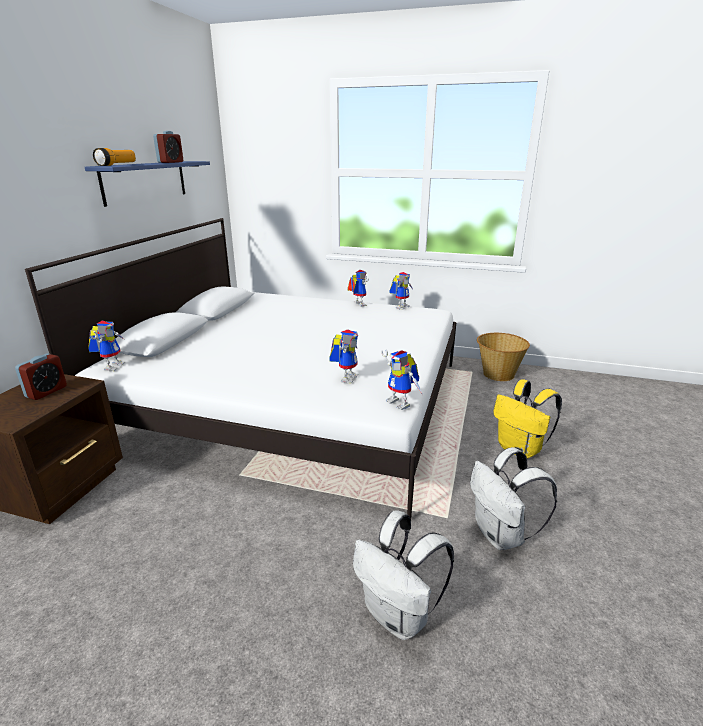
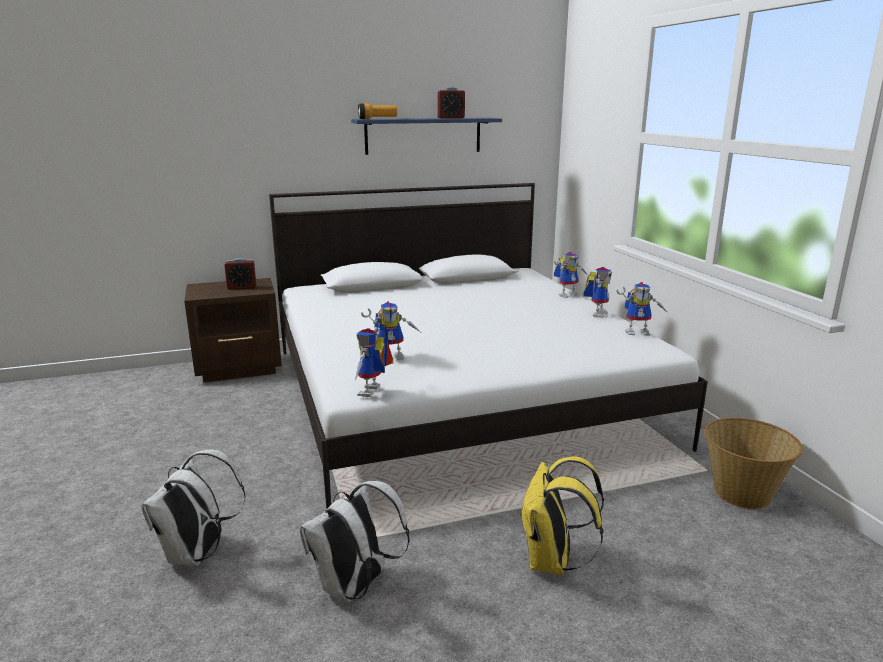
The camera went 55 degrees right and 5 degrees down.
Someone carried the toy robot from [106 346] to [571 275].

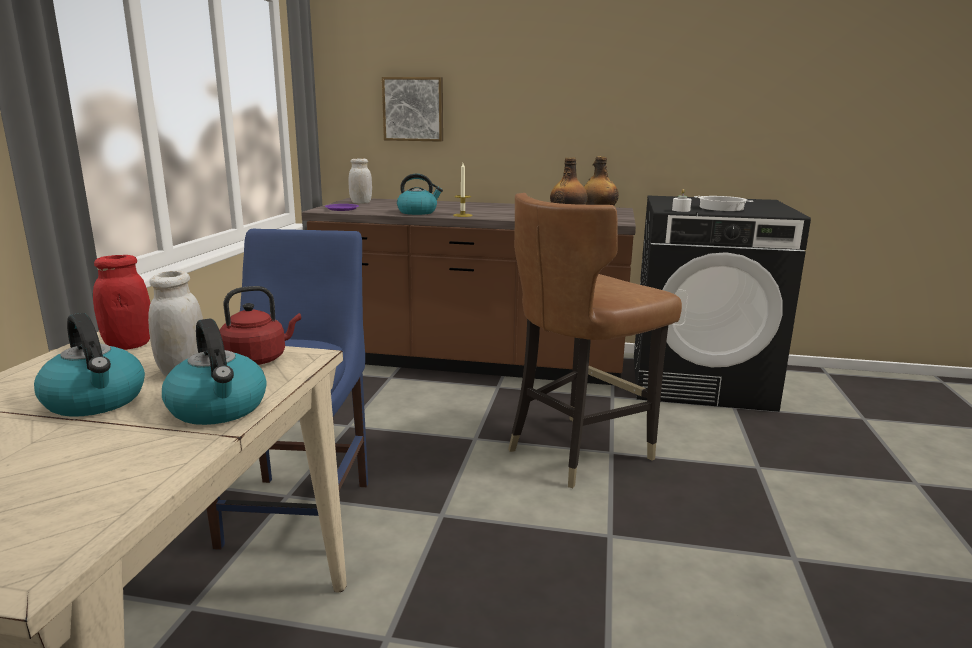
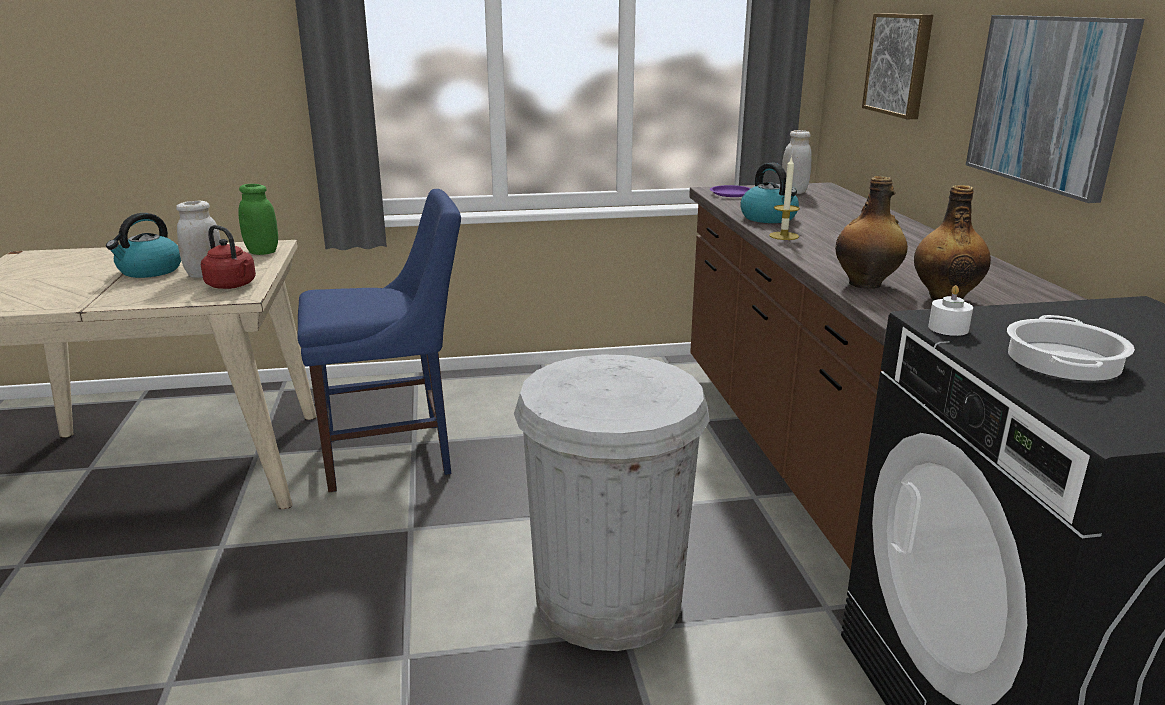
The camera went 70 degrees right and 5 degrees up.
Someone repainted the red jar at [121 302], which became the green jar at [258 219].
Someone took away the kettle at [214 372].
Someone swapped the brown chair at [595 340] for the white trash can at [612 502].
Someone put up the picture at [1055 109].

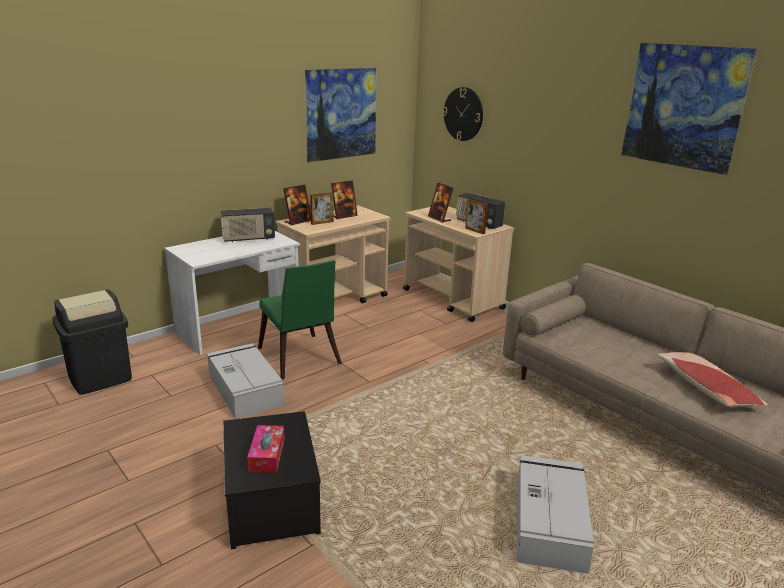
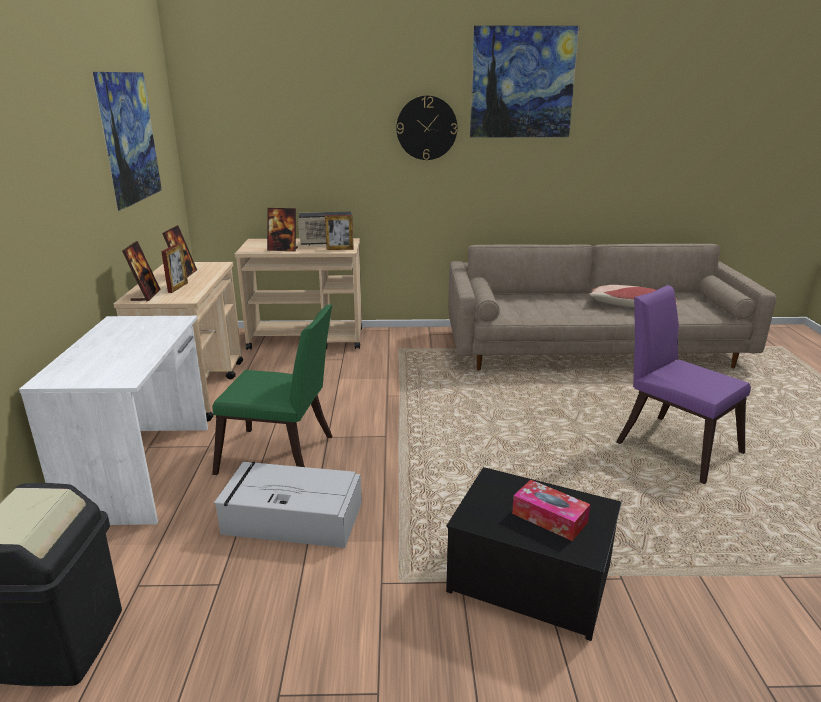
The camera went 50 degrees left and 0 degrees up.
Someone took away the radio at [248 225].
Someone carried the wall clock from [463 114] to [426 128].
Someone swapped the grey storage box at [555 514] for the purple chair at [683 384].

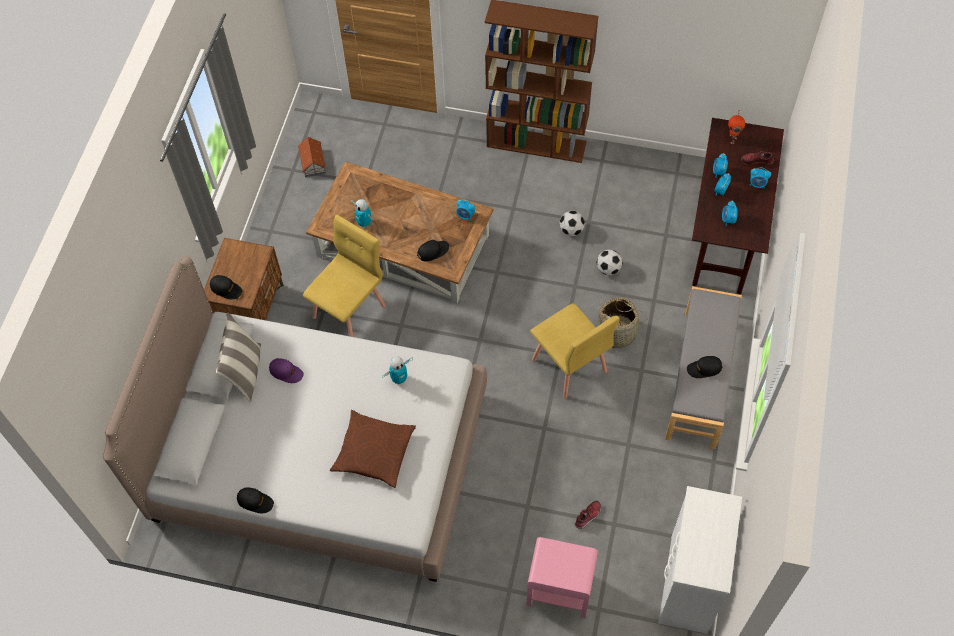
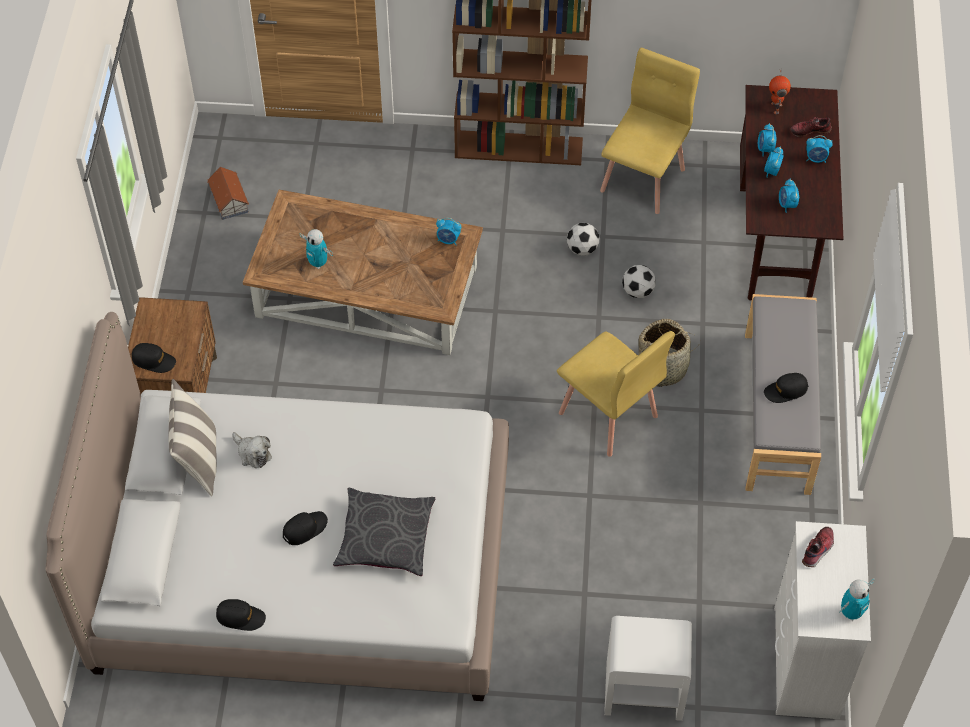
The camera went 10 degrees left and 5 degrees down.
Someone swapped the purple cap at [286 370] for the plush toy at [252 450].
Someone carried the yellow chair from [344 276] to [650 131].
Someone repainted the brown pillow at [373 449], which became the grey pillow at [384 532].
Someone carried the toy robot from [397 370] to [857 600].
Someone carried the black cap from [433 251] to [305 528].
Someone repainted the pink nightstand at [562 577], which became the white nightstand at [648 668].
Someone carried the shoe from [588 515] to [818 547].

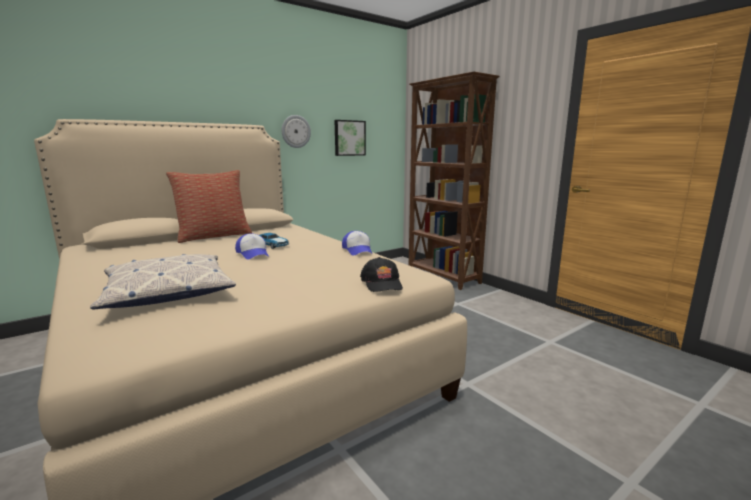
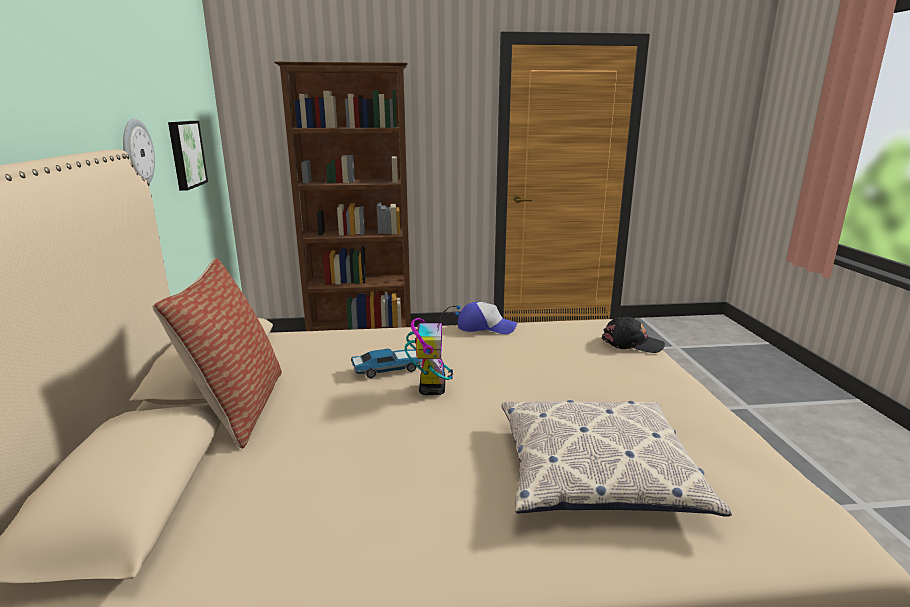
The camera went 60 degrees left and 5 degrees up.
Someone swapped the cap at [252 246] for the toy robot at [433 350].

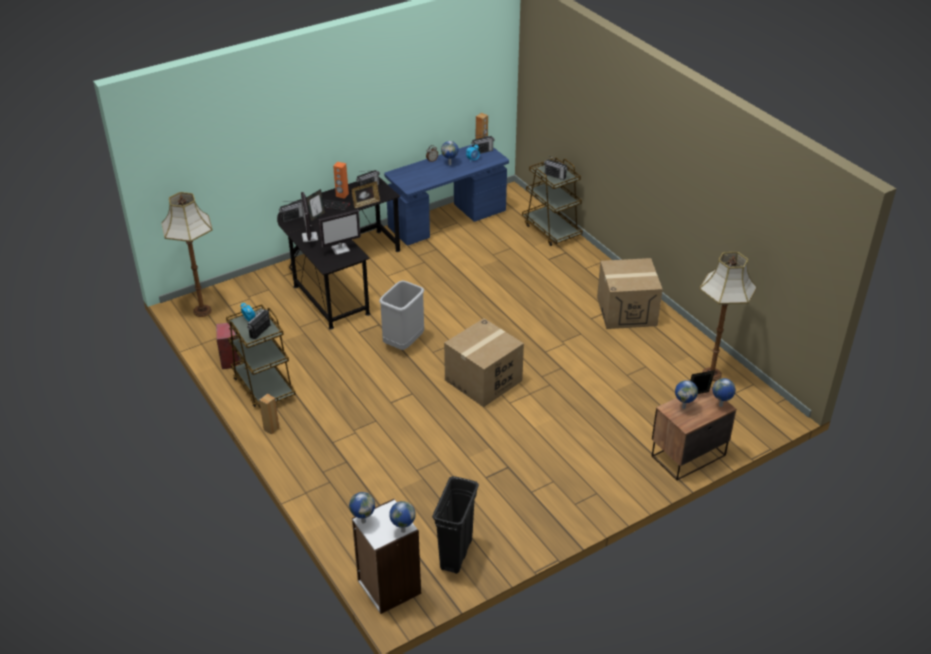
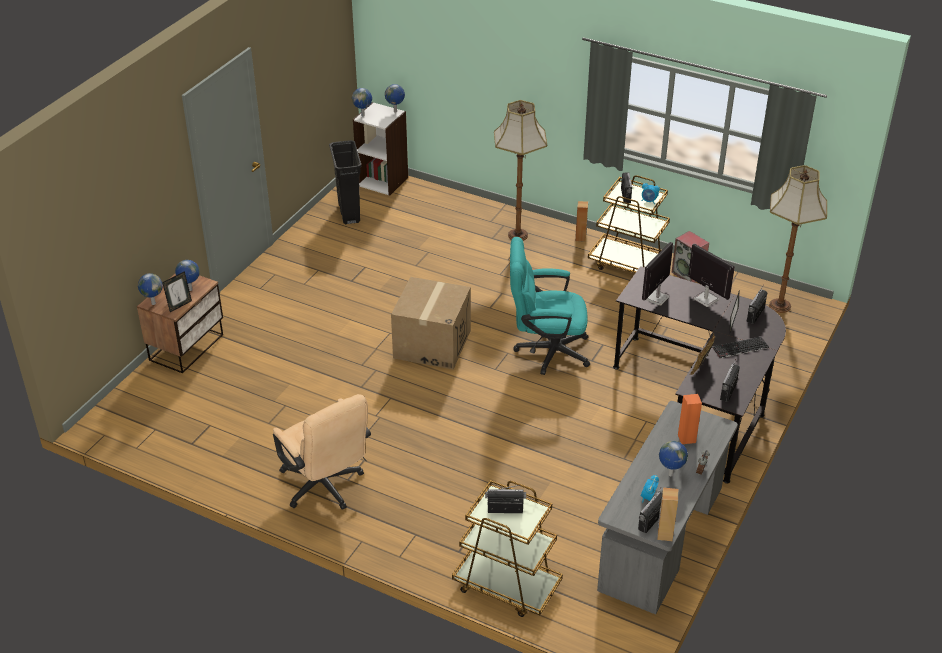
The camera went 150 degrees right and 0 degrees up.
Someone carried the orange speaker from [341 180] to [690 419].
Someone swapped the grey trash can at [401 315] for the turquoise office chair at [550 306].
Someone repainted the blue desk at [446 195], which became the grey desk at [667 507].
Someone swapped the cardboard box at [630 293] for the beige office chair at [322 452].
Someone carried the floor lamp from [728 316] to [520 170].

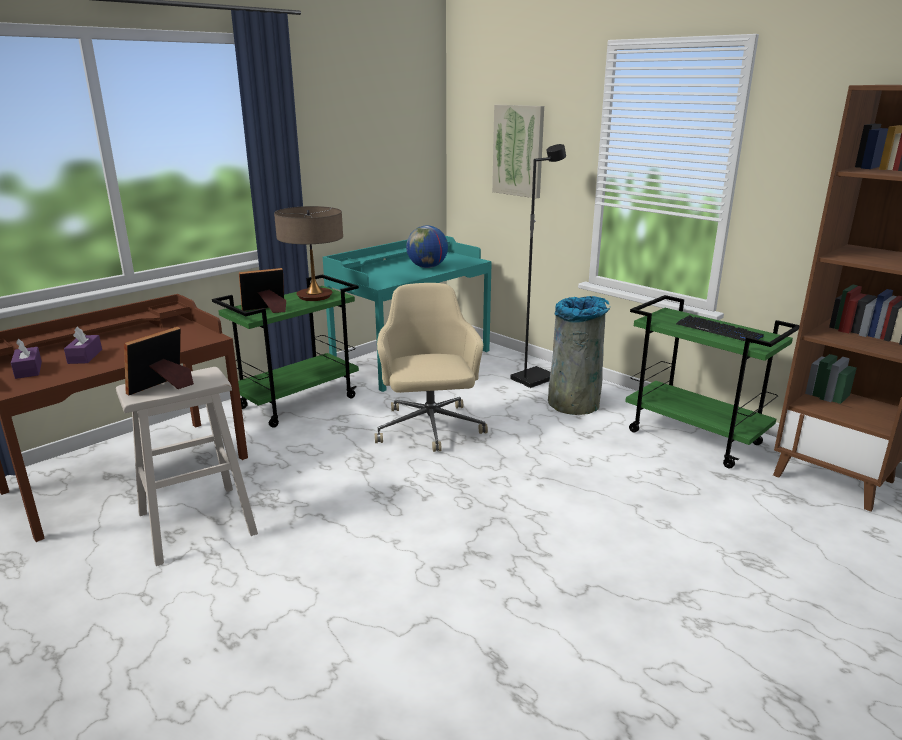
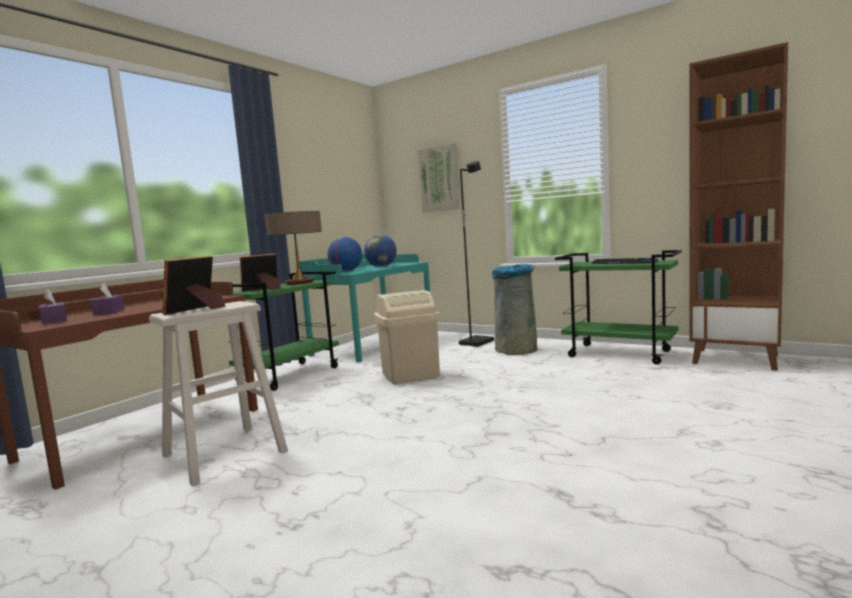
The camera went 10 degrees left and 15 degrees down.
Someone swapped the beige office chair at [431 367] for the beige trash can at [407 337].
Someone put down the globe at [345 254].

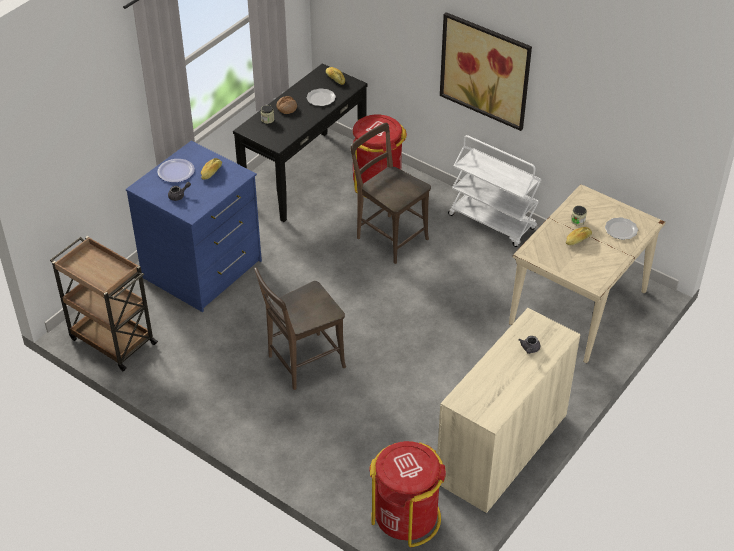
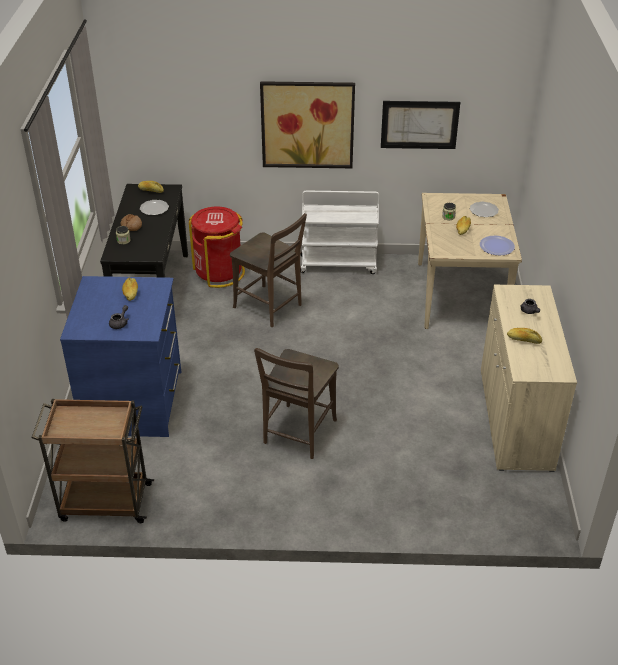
The camera went 35 degrees left and 5 degrees down.
Someone carried the plate from [176 171] to [497 245].
Someone rotated the brown chair at [391 193] by 150 degrees counterclockwise.
Someone took away the red trash can at [407 494].
Someone put up the picture at [420 125].
Someone put down the bread at [524 336].

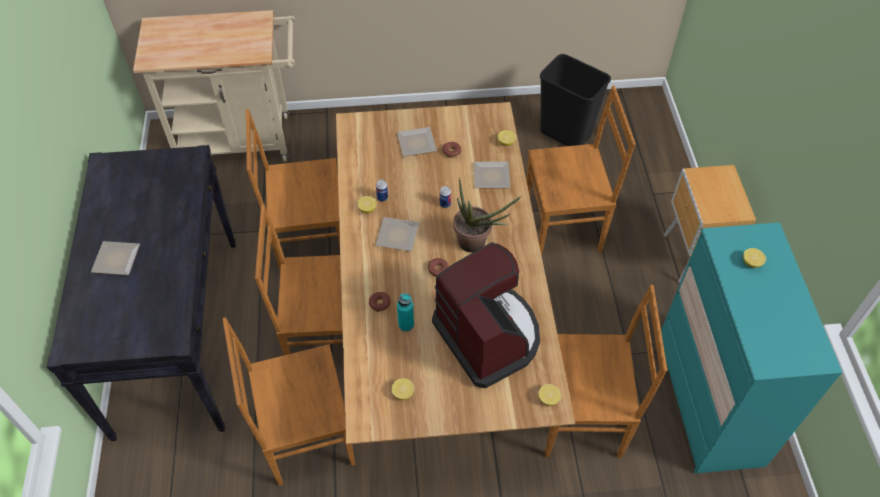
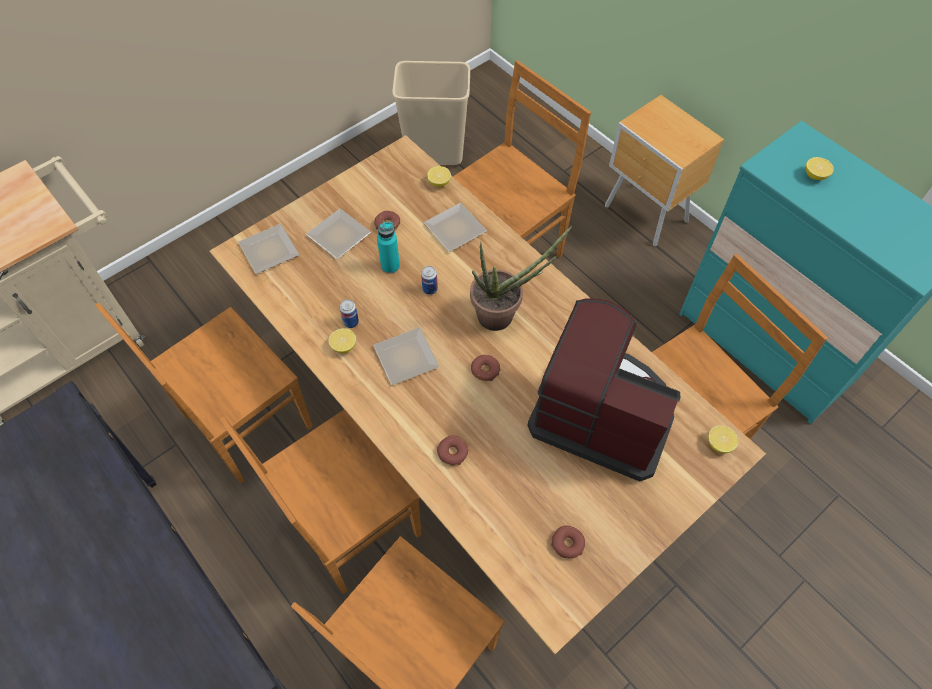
The camera went 35 degrees left and 5 degrees up.
Someone carried the plate from [115 258] to [269 249].
Someone swapped the lemon at [403 389] for the donut at [568 542].
Someone carried the turquoise bottle from [405 312] to [388 247].
Someone repainted the black trash can at [575 100], which became the beige trash can at [431 113].

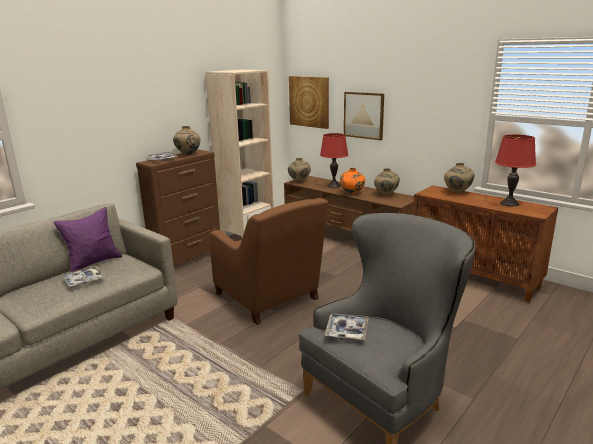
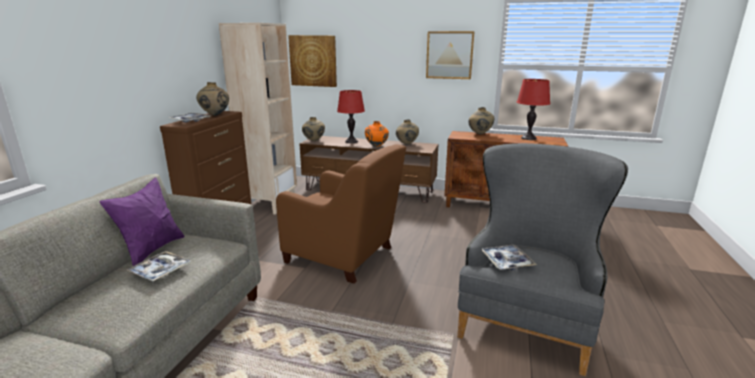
The camera went 25 degrees left and 0 degrees up.
Someone carried the picture from [364 116] to [450 55].

